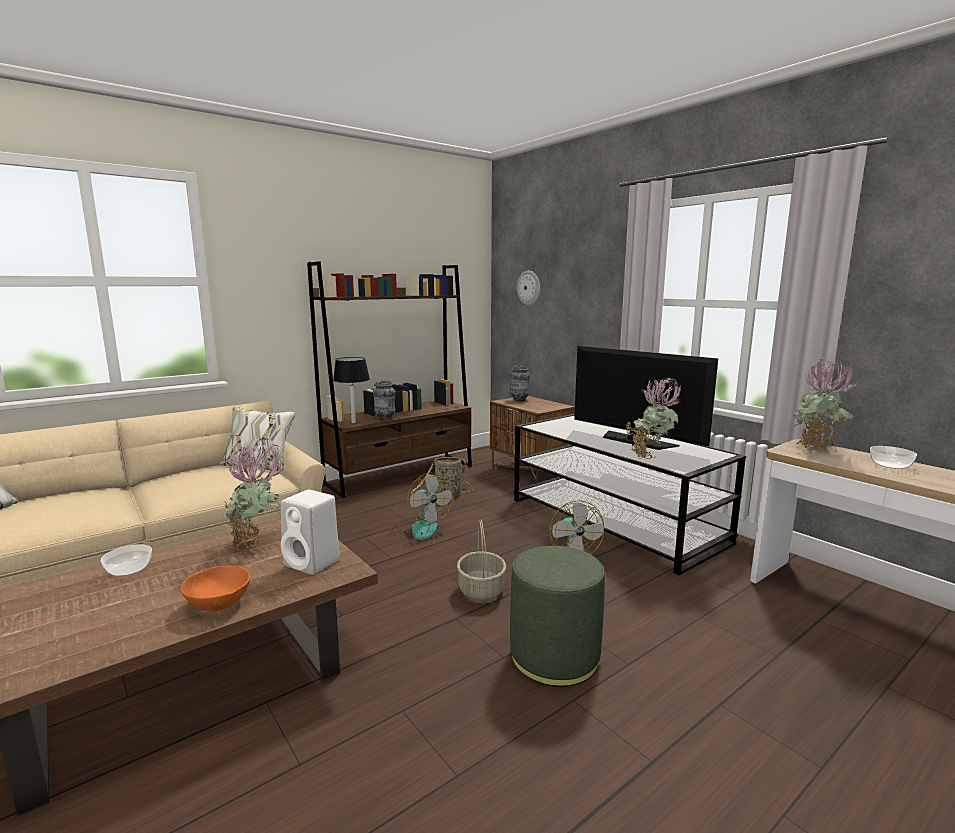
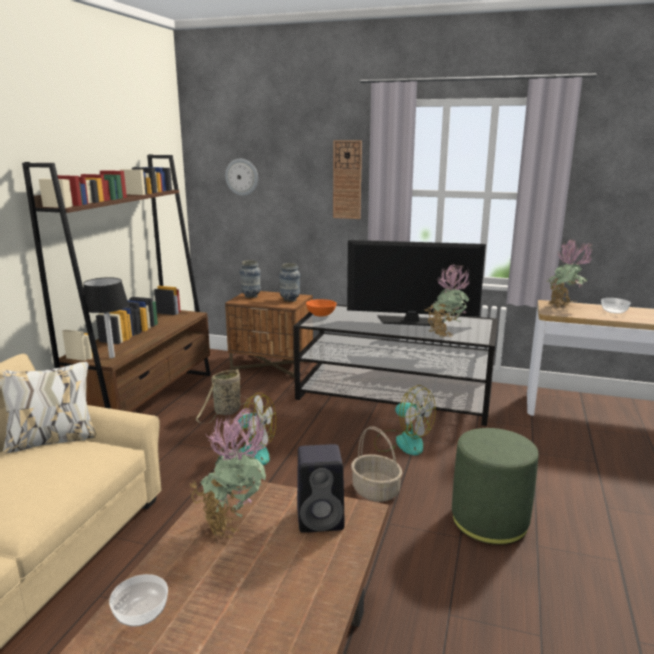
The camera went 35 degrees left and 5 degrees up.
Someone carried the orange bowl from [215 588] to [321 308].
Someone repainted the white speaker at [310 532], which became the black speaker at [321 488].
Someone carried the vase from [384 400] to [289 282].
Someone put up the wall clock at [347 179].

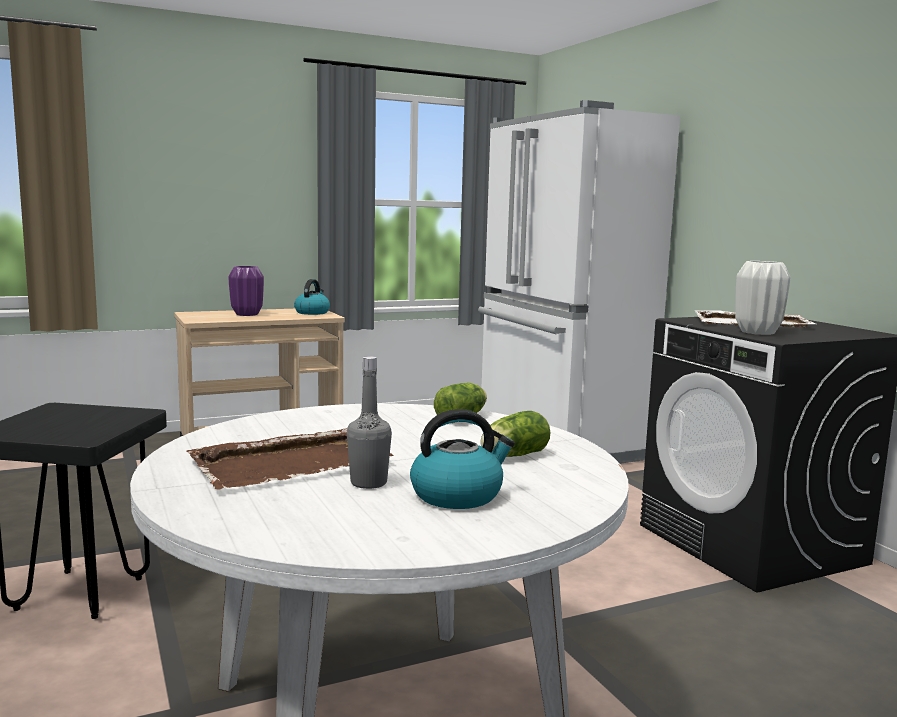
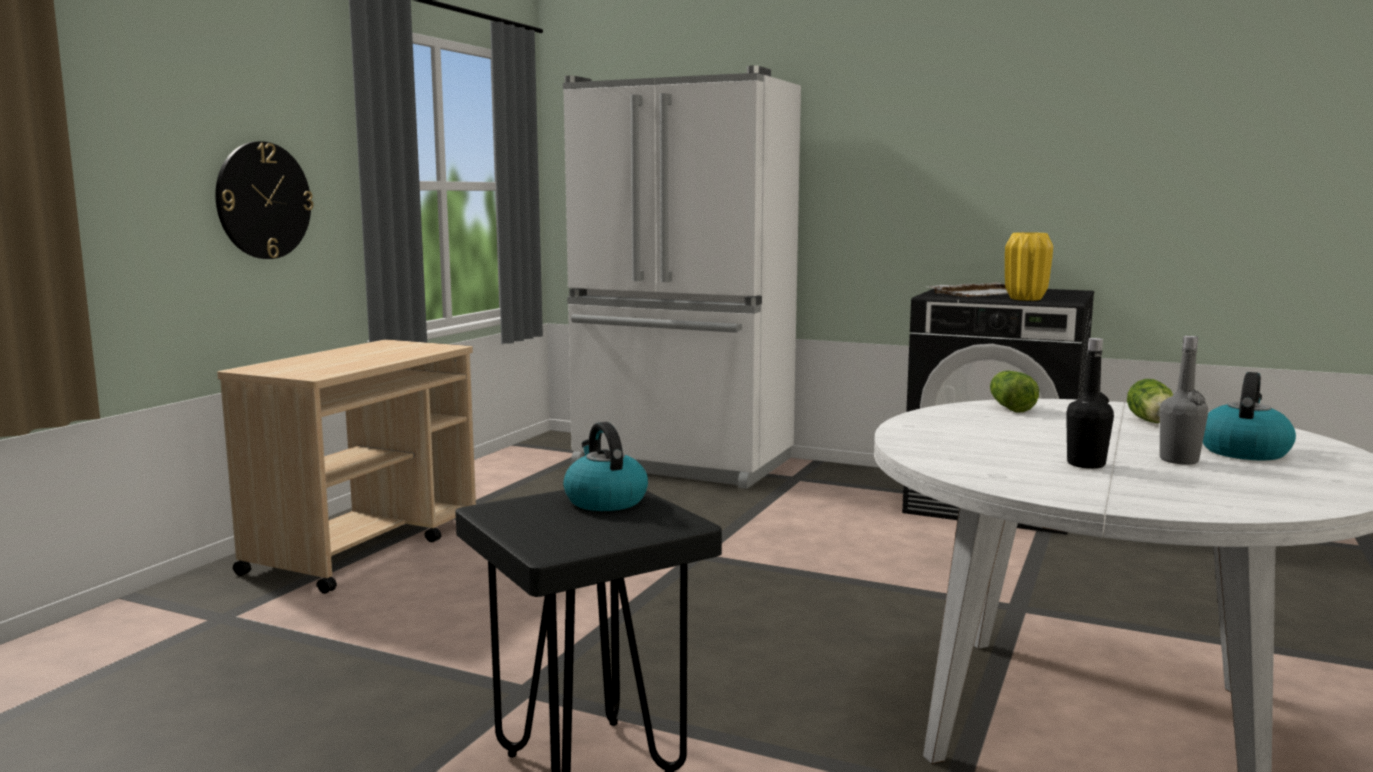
The camera went 40 degrees left and 0 degrees up.
Someone swapped the brown tray at [290 459] for the black bottle at [1090 403].
Someone took away the purple vase at [246 291].
Someone carried the kettle from [312 297] to [605 466].
Someone repainted the white vase at [763 298], which became the yellow vase at [1029 266].
Someone put up the wall clock at [264 200].

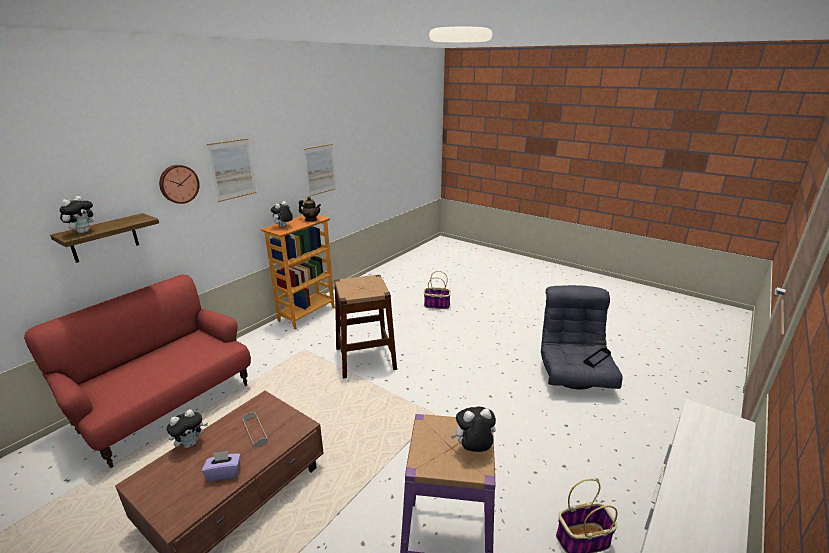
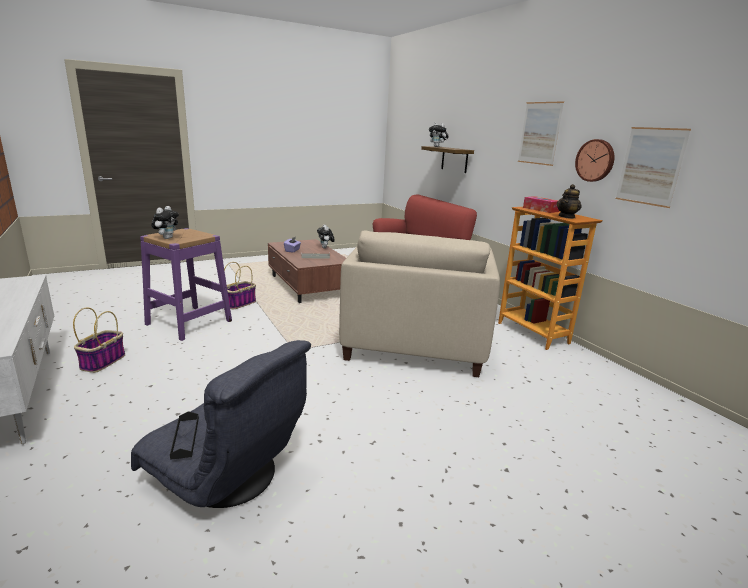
The camera went 115 degrees right and 5 degrees down.
Someone carried the wall clock from [179 184] to [594 160].
Someone swapped the plush toy at [282 214] for the tissue box at [541 204].
Someone swapped the brown stool at [365 326] for the beige armchair at [419 303].
Someone carried the basket from [437 290] to [240 285].

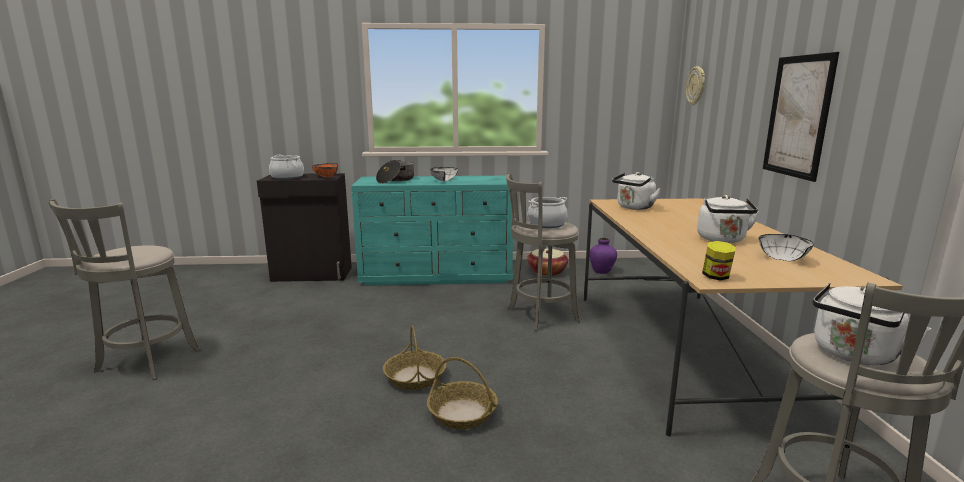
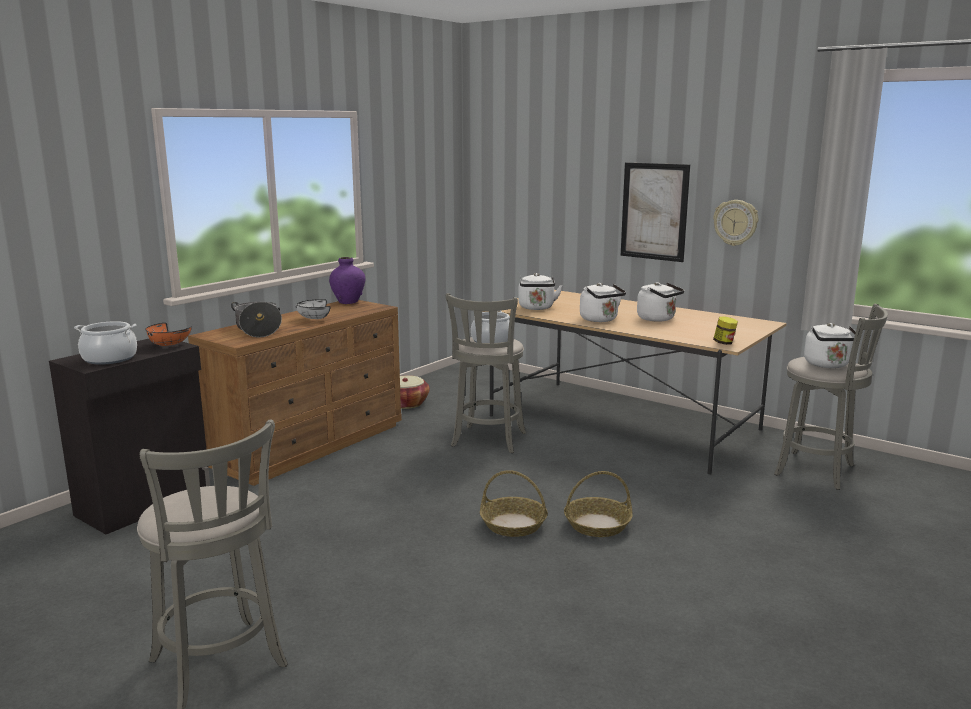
The camera went 50 degrees left and 0 degrees up.
Someone repainted the turquoise dresser at [432 231], which became the brown dresser at [295 393].
Someone carried the purple vase from [603 256] to [347 280].
Someone carried the wall clock from [695 86] to [735 223].
Someone took away the white bowl at [786 247].
Someone put down the white kettle at [603 302].

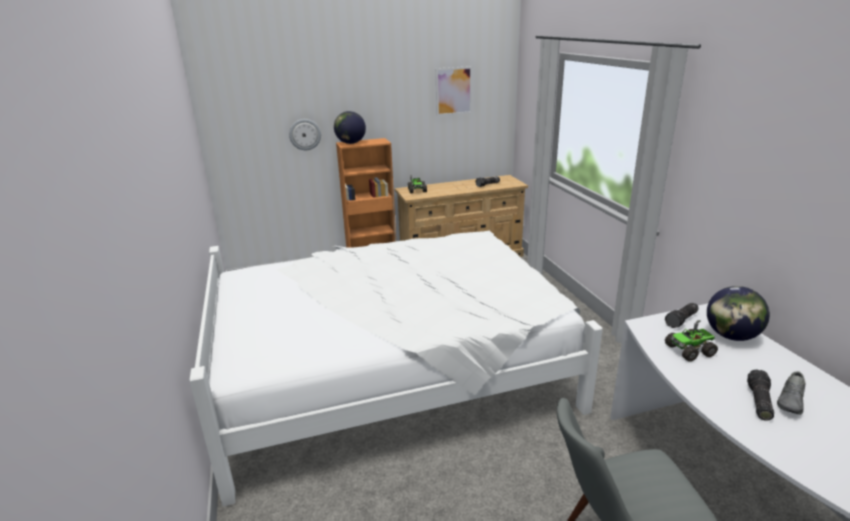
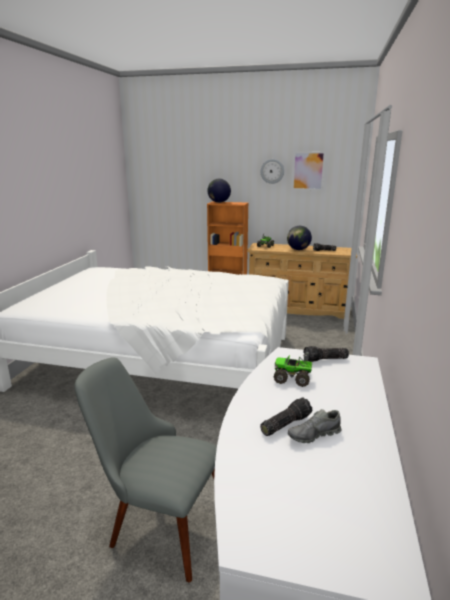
The camera went 30 degrees right and 5 degrees down.
Someone carried the wall clock from [305 134] to [272 171].
Someone carried the globe from [738 313] to [299 238].

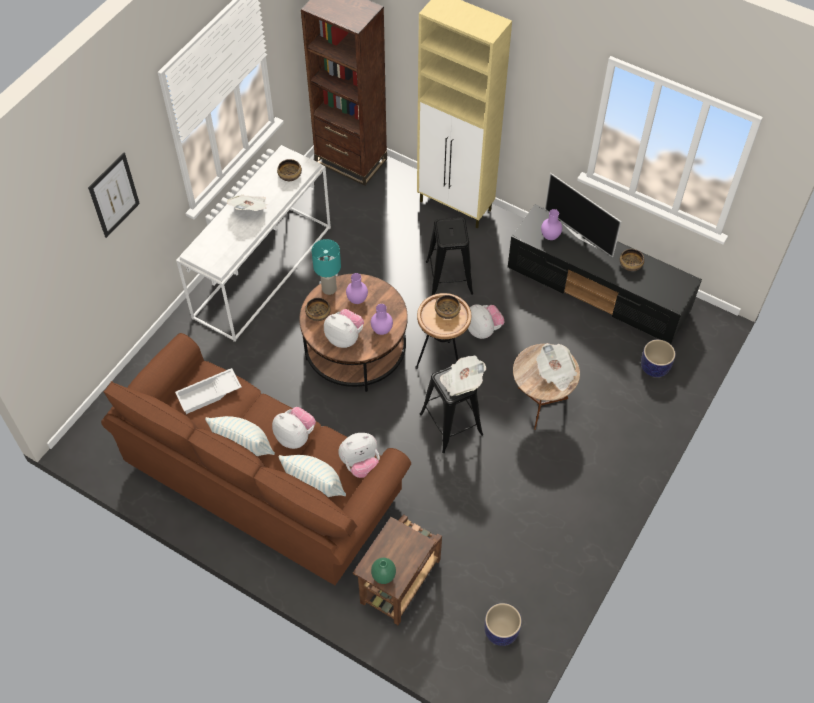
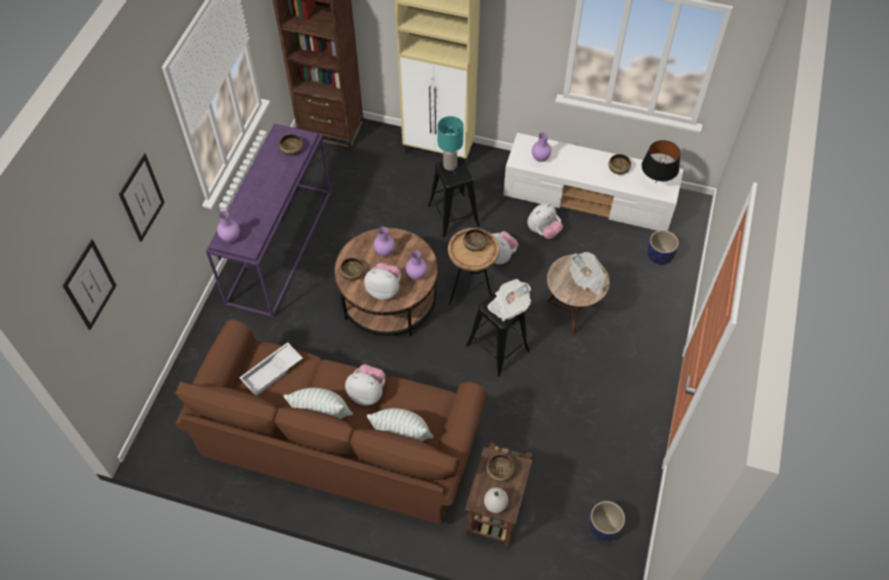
The camera went 15 degrees left and 0 degrees up.
Someone repainted the white console table at [253 243], which became the purple console table at [268 221].
Someone took away the newspaper at [247 203].
Someone carried the turquoise table lamp from [326 267] to [450 143].
Someone carried the plush toy from [359 455] to [545 221].
Someone repainted the green vase at [383 571], which became the white vase at [496 500].
Someone repainted the black tv stand at [605 274], which became the white tv stand at [593 182].
Someone took away the television at [583 215].
Someone put up the picture at [89 284].
Someone put down the purple vase at [228 226].
Someone put down the bowl at [500 468].
Someone put down the black table lamp at [661 161].

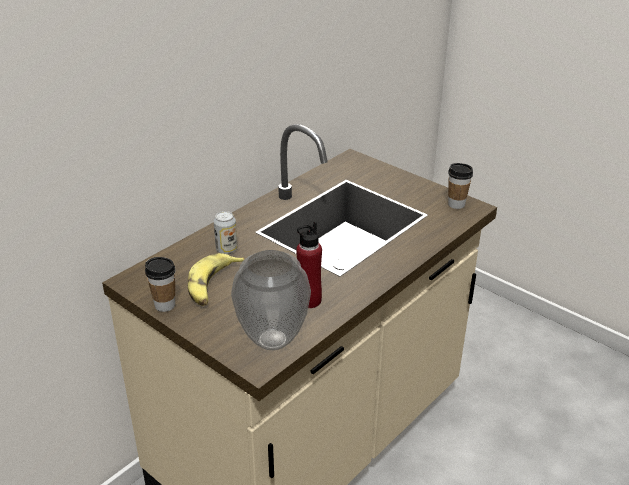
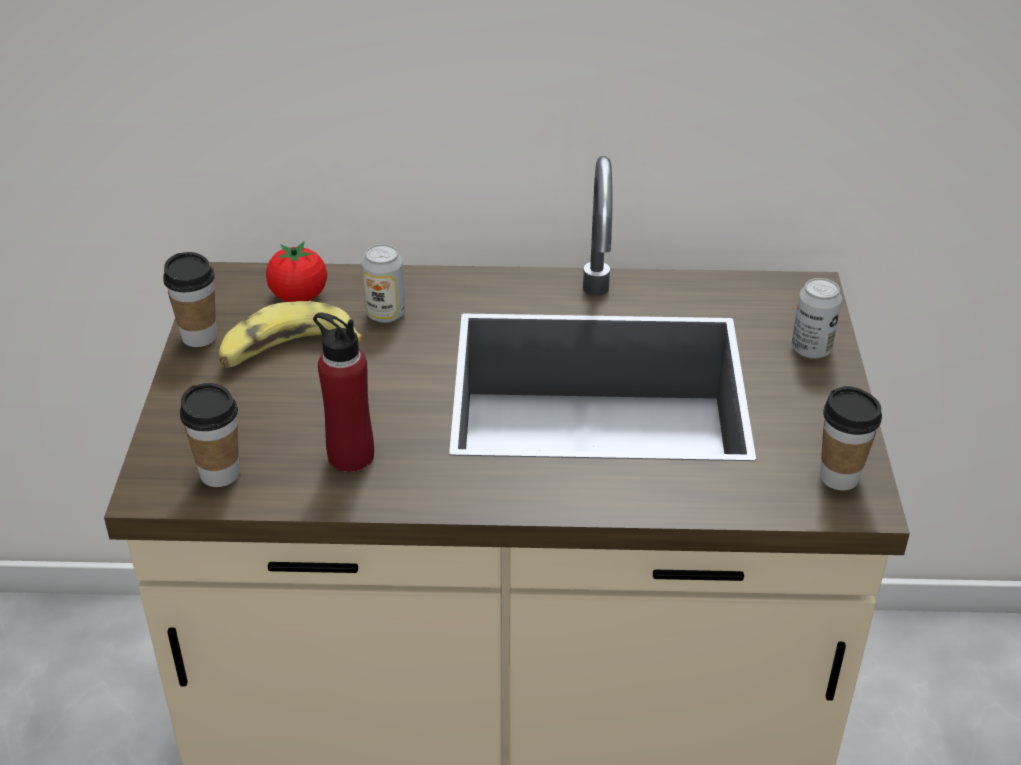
The camera went 50 degrees right and 5 degrees up.
Someone swapped the vase at [271 300] for the cup at [209 435].
Someone put down the tomato at [296 272].
Someone put down the can at [817 318].

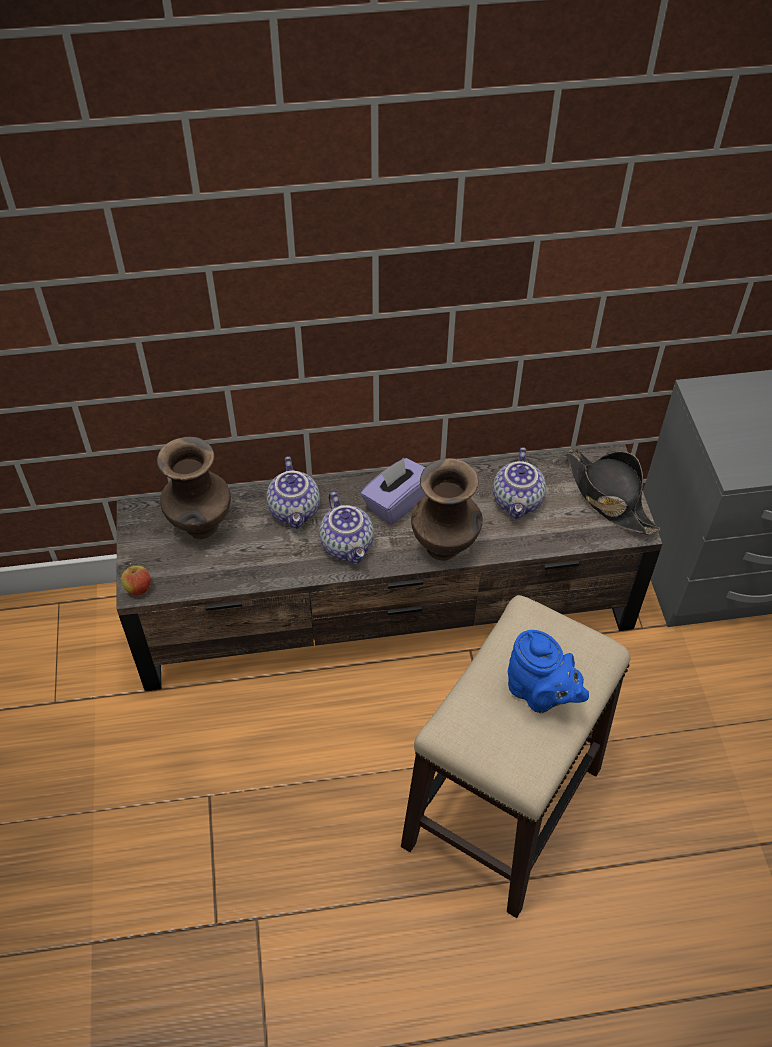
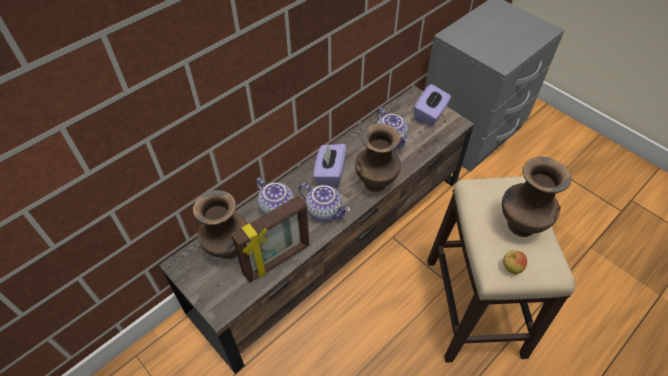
The camera went 35 degrees left and 0 degrees up.
Someone carried the apple from [136 579] to [515 262].
Someone swapped the blue teapot at [548 671] for the brown vase at [536 197].
Someone swapped the black hat at [612 491] for the purple tissue box at [432 105].
Someone put down the picture frame at [270 239].

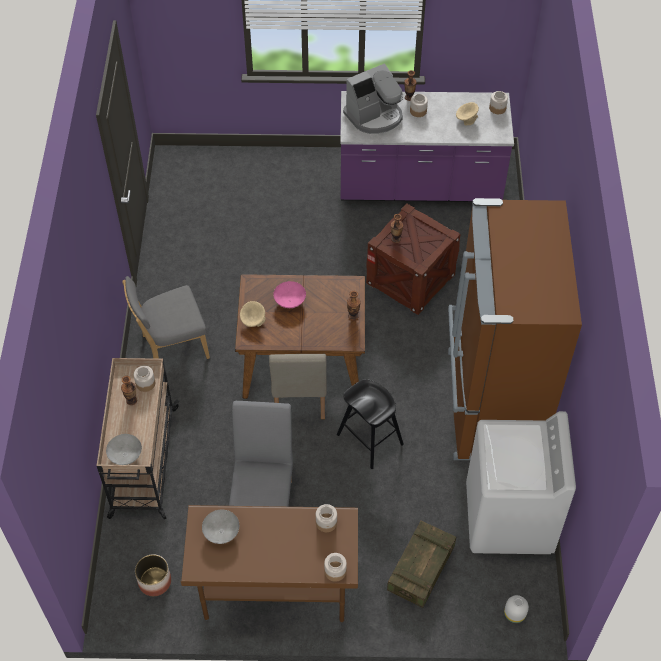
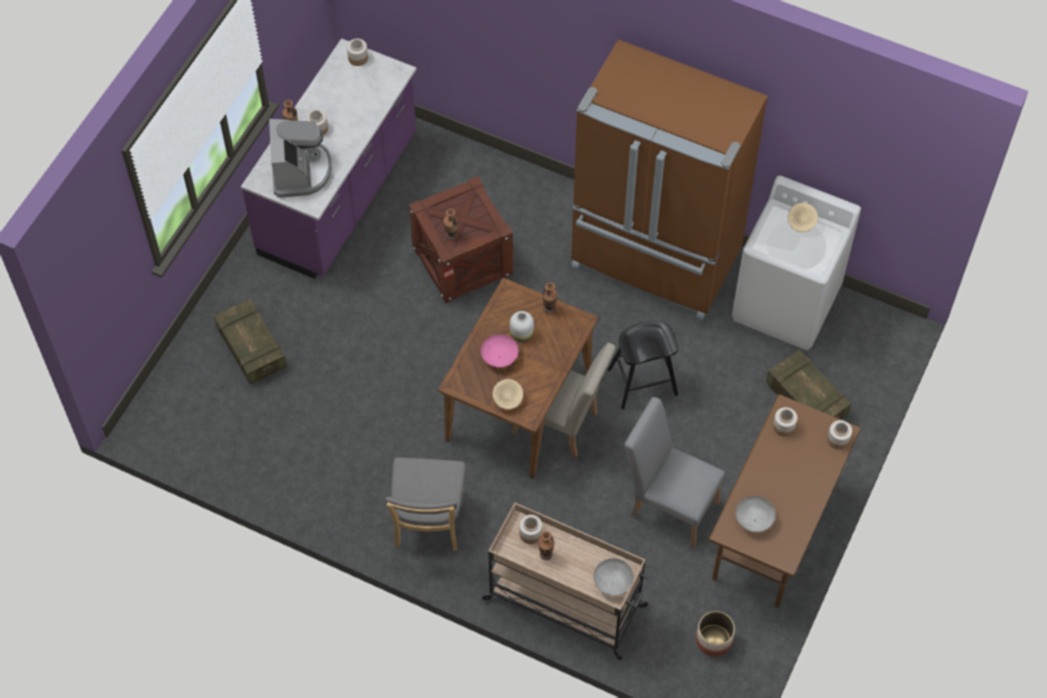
The camera went 65 degrees left and 5 degrees up.
Someone carried the beige bowl from [467 114] to [803 217].
Someone carried the white vase from [516 609] to [522 326].
Someone put down the crate at [250 341].

